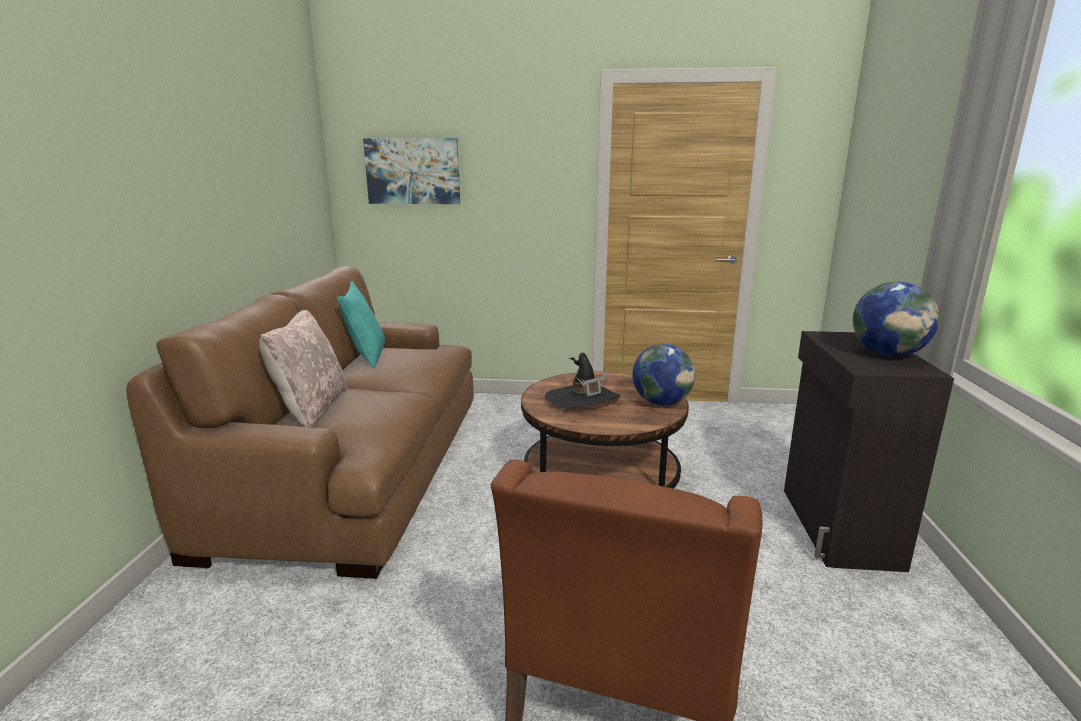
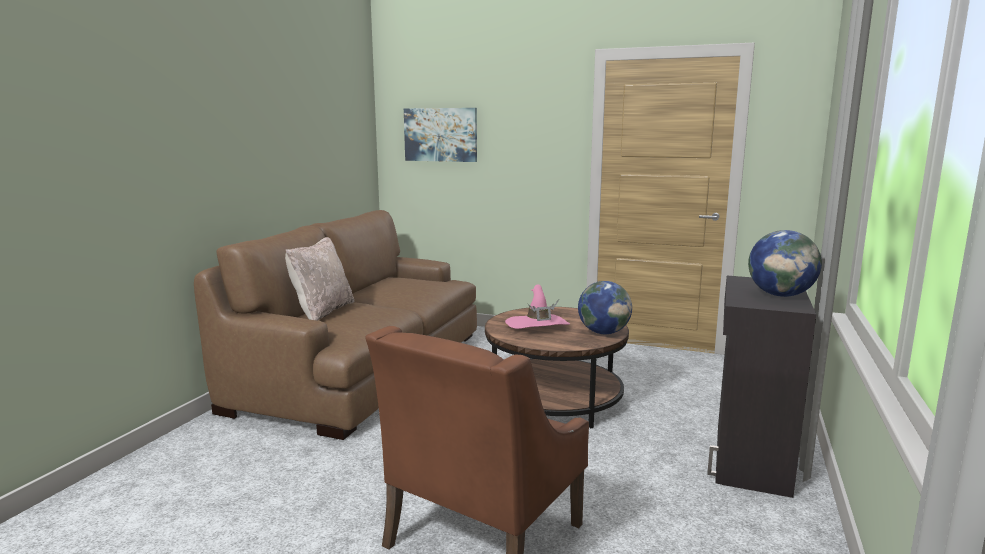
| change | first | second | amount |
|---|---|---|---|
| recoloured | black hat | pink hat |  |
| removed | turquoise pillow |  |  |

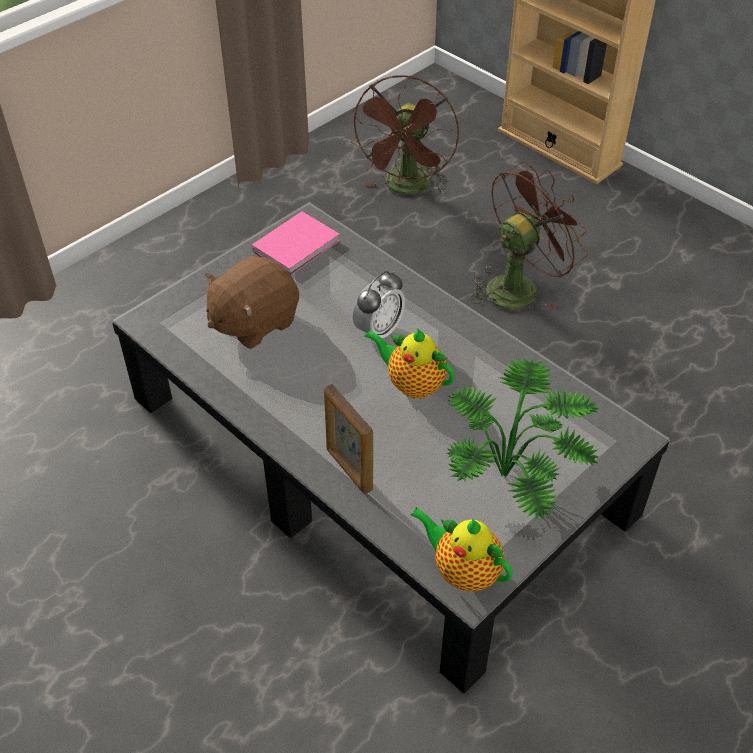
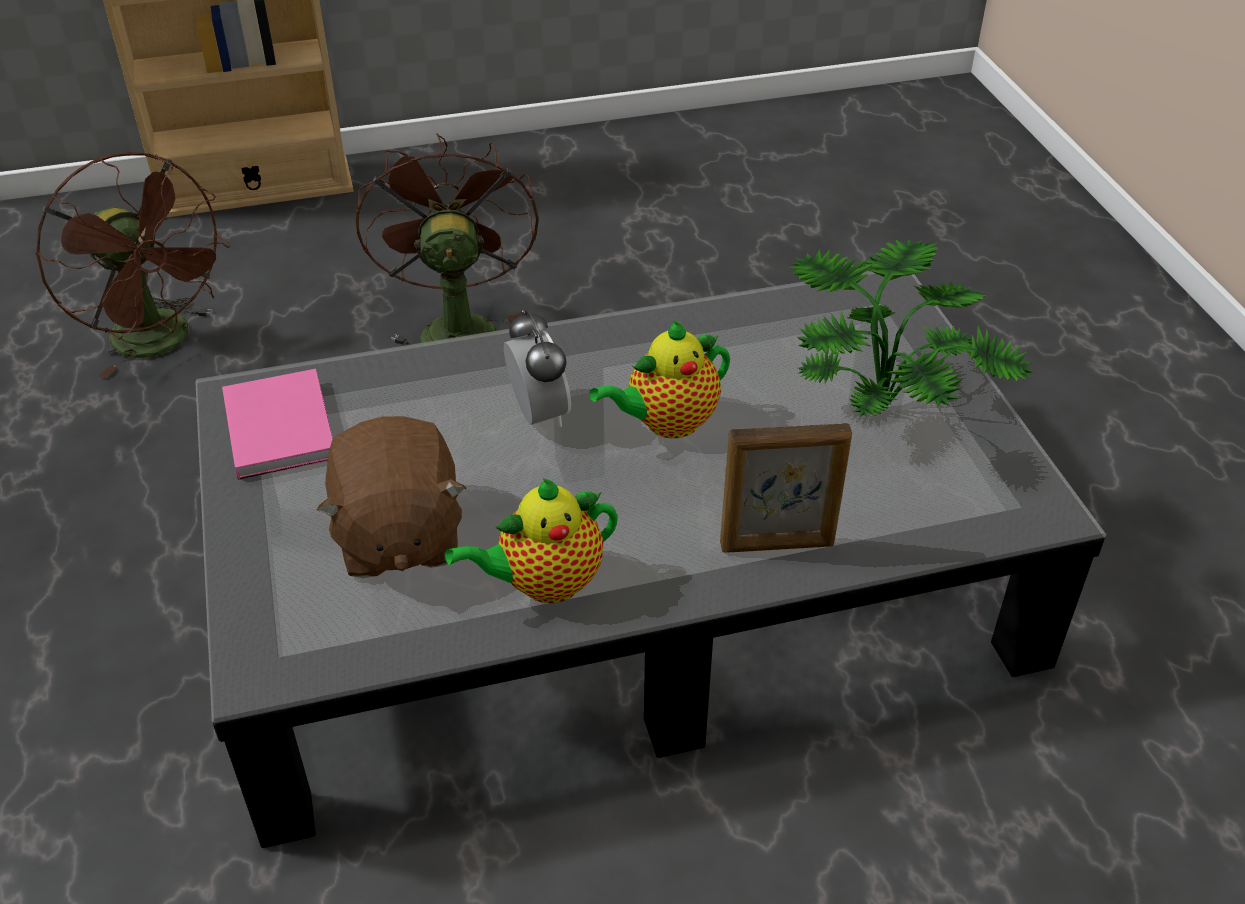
| change | first | second | amount |
|---|---|---|---|
| moved | teapot (2nd from left in the first image) | teapot (1st from left) |  |

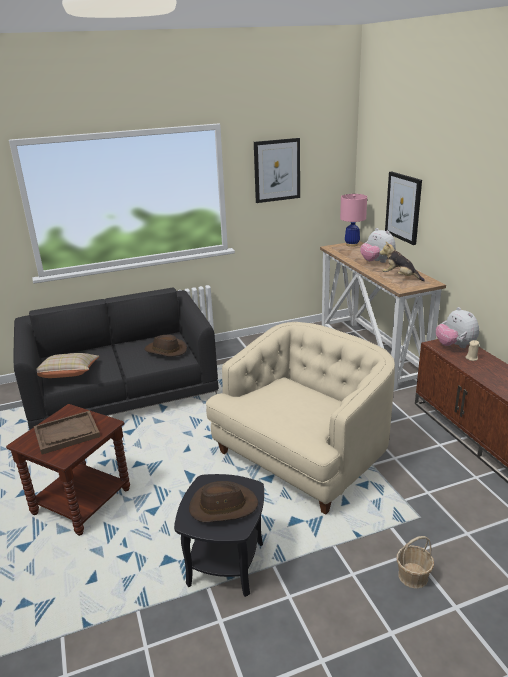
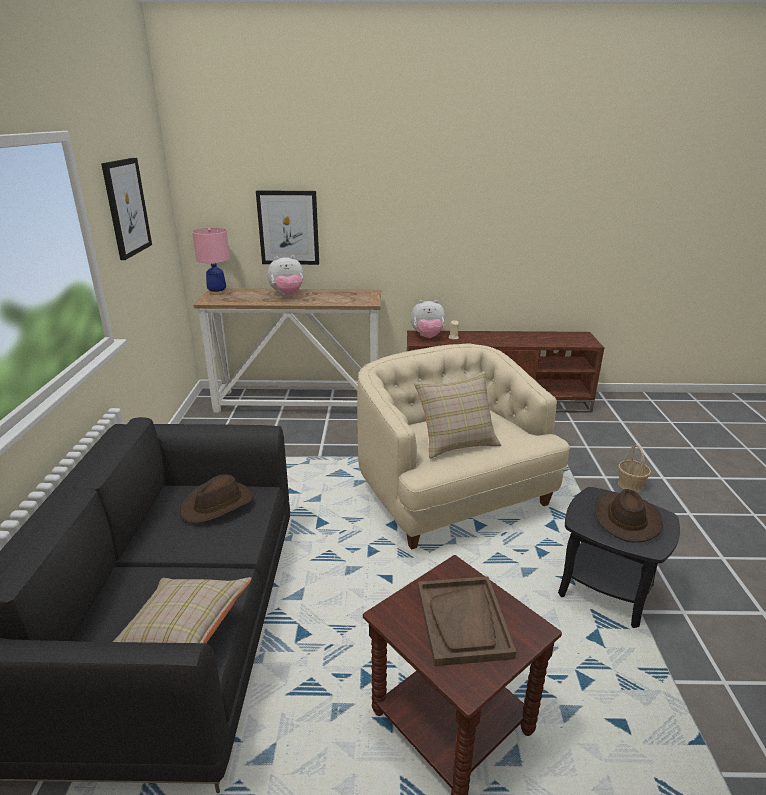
| change | first | second | amount |
|---|---|---|---|
| added |  | beige pillow (2nd from left) |  |
| removed | plush toy (2nd from left) |  |  |

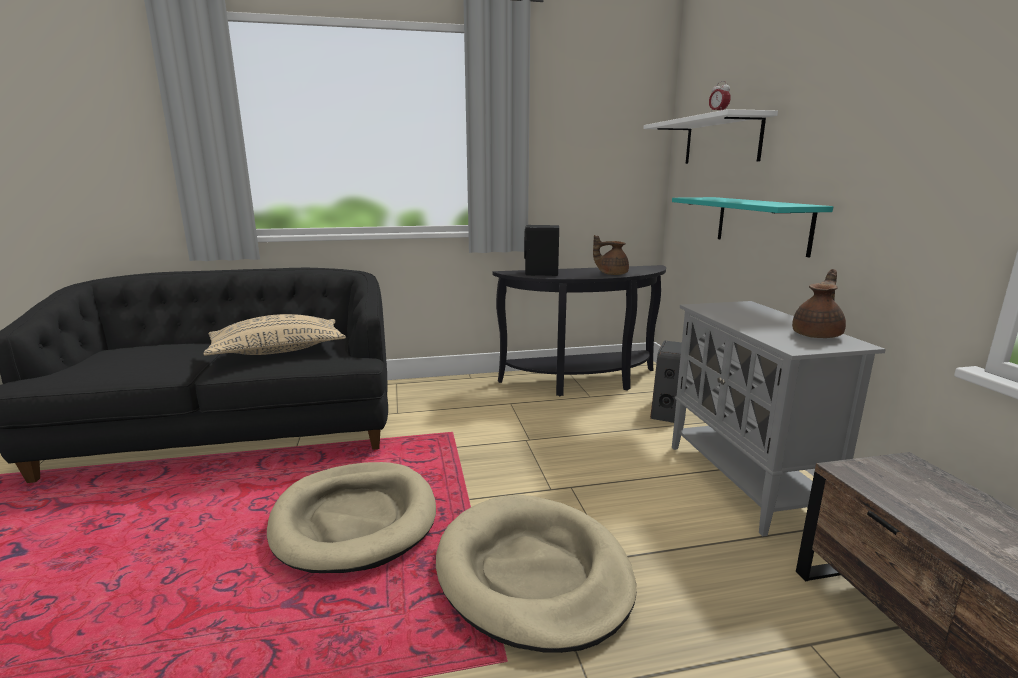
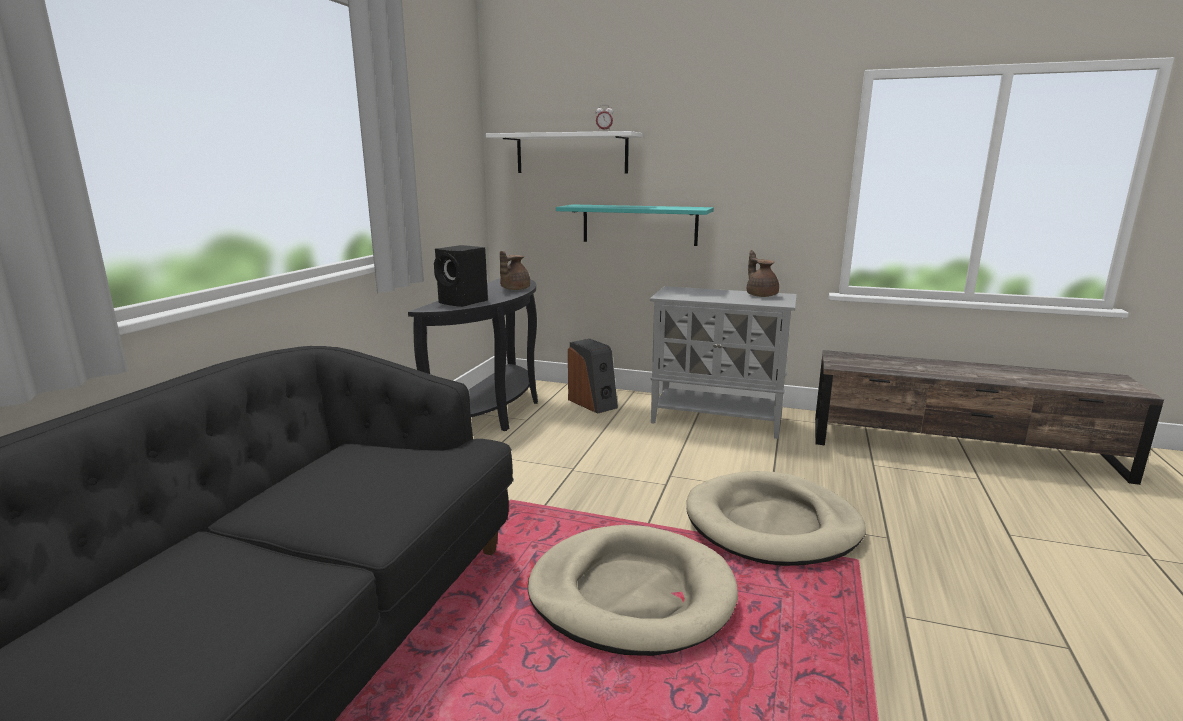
| change | first | second | amount |
|---|---|---|---|
| removed | beige pillow |  |  |

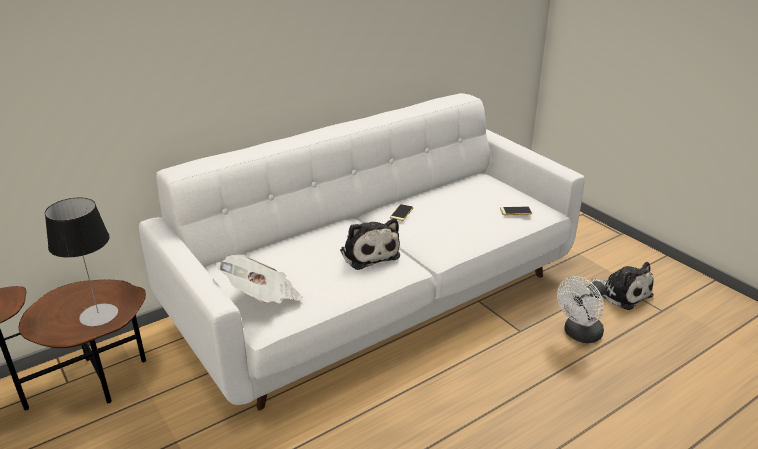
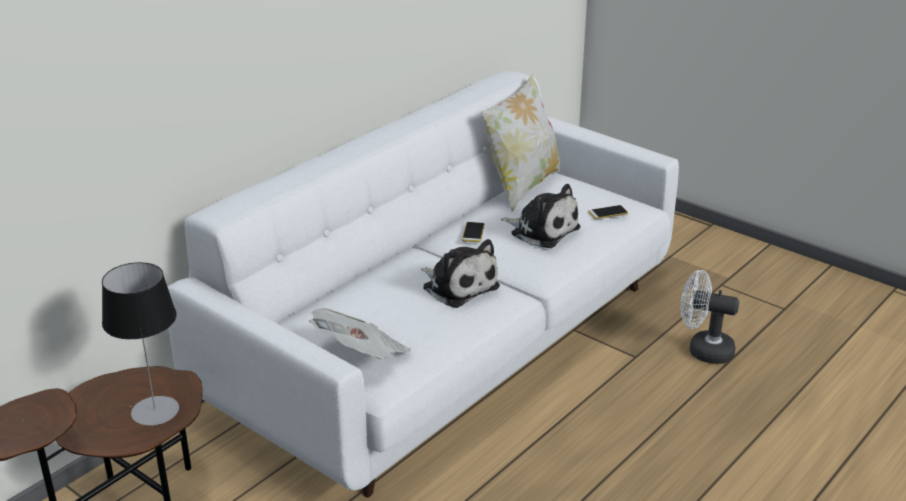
| change | first | second | amount |
|---|---|---|---|
| added |  | pillow |  |
| moved | plush toy (2nd from left) |  |  |
| turned | white fan |  | 75 degrees clockwise |

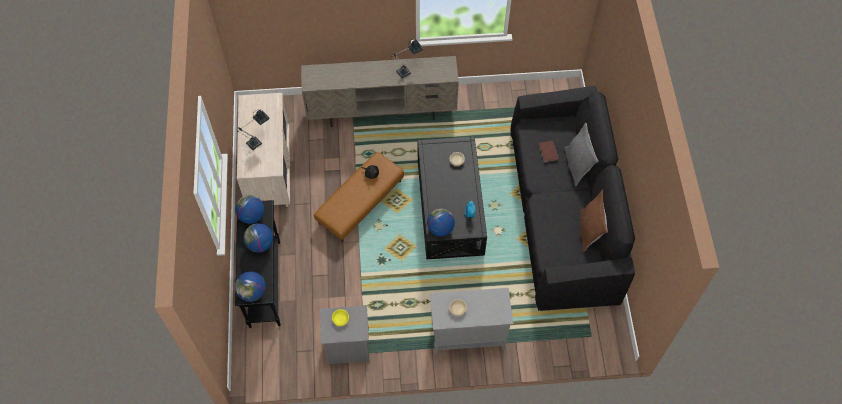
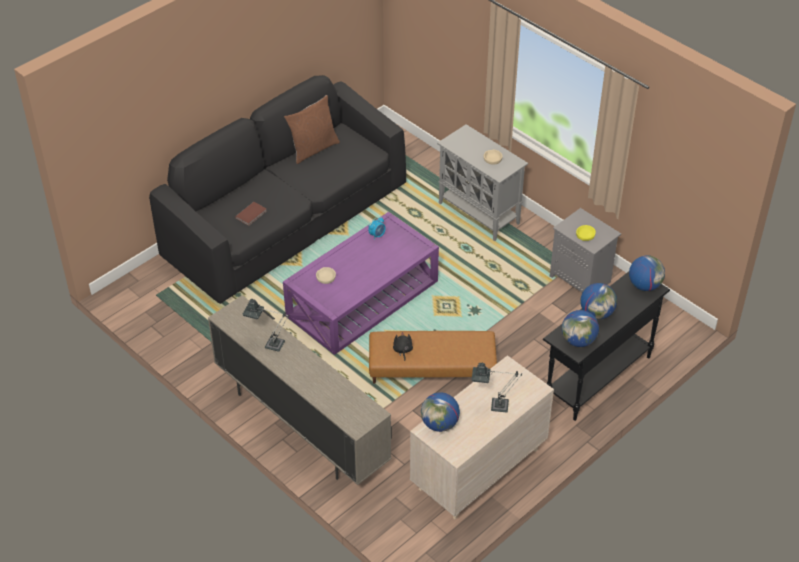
| change | first | second | amount |
|---|---|---|---|
| recoloured | black coffee table | purple coffee table |  |
| moved | globe (4th from left in the first image) | globe (1st from left) |  |
| removed | grey pillow |  |  |

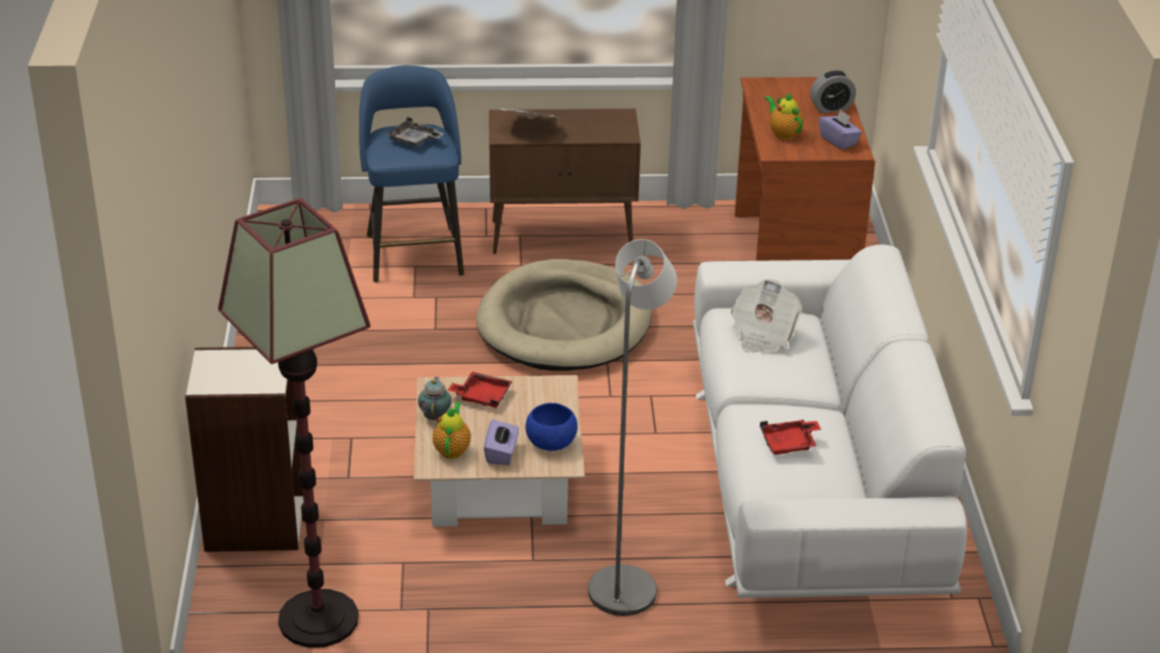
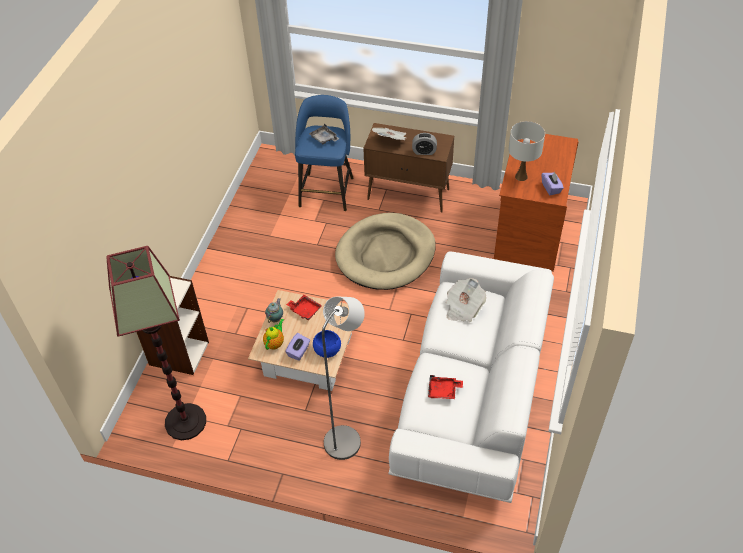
| change | first | second | amount |
|---|---|---|---|
| moved | alarm clock |  |  |
| replaced | teapot (3rd from left) | white table lamp |  |

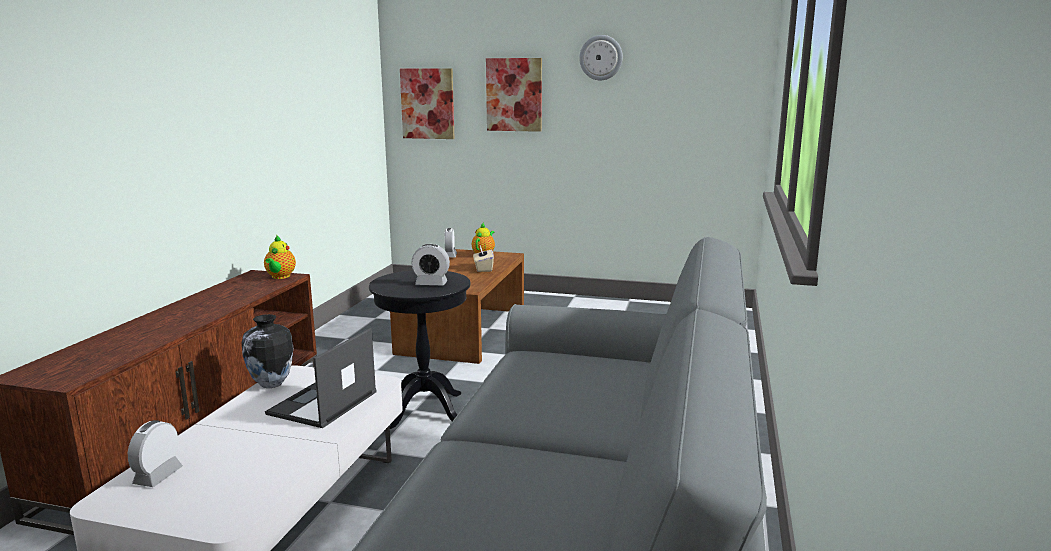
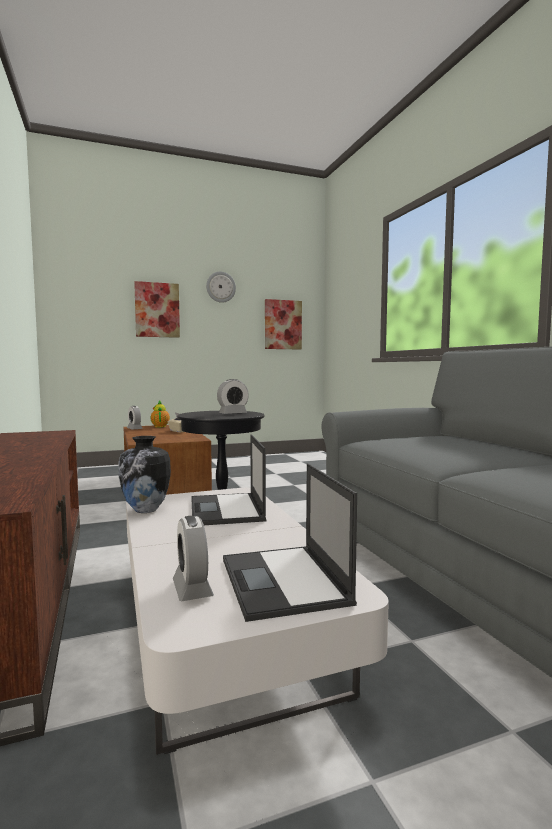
| change | first | second | amount |
|---|---|---|---|
| added |  | laptop (2nd from left) |  |
| moved | picture (1st from left in the first image) | picture (2nd from left) |  |
| removed | teapot (1st from left) |  |  |

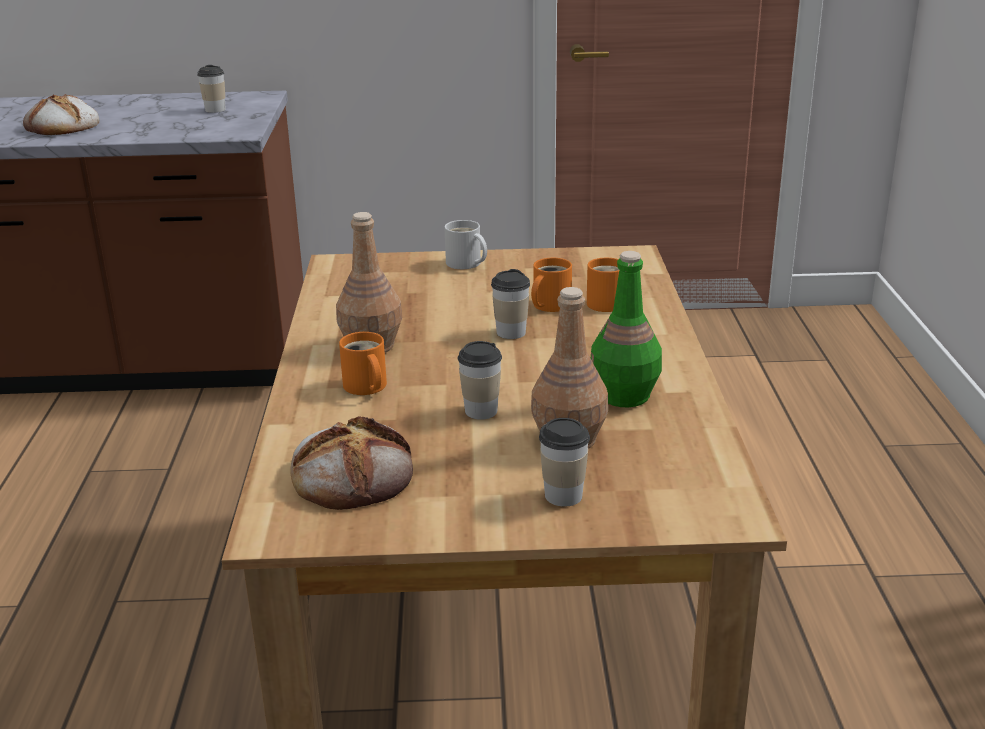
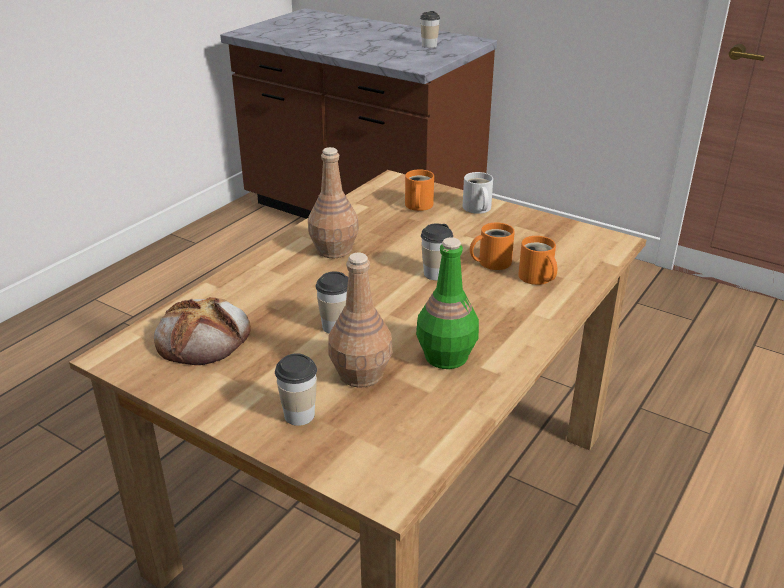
| change | first | second | amount |
|---|---|---|---|
| moved | orange mug (1st from left) |  |  |
| removed | bread (1st from left) |  |  |

